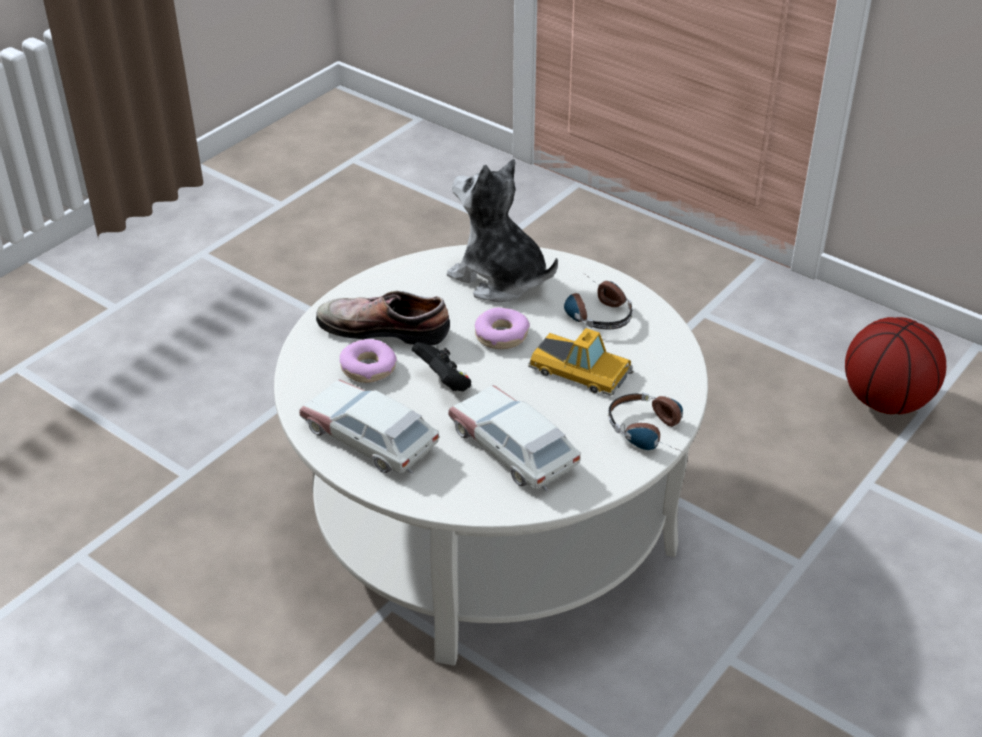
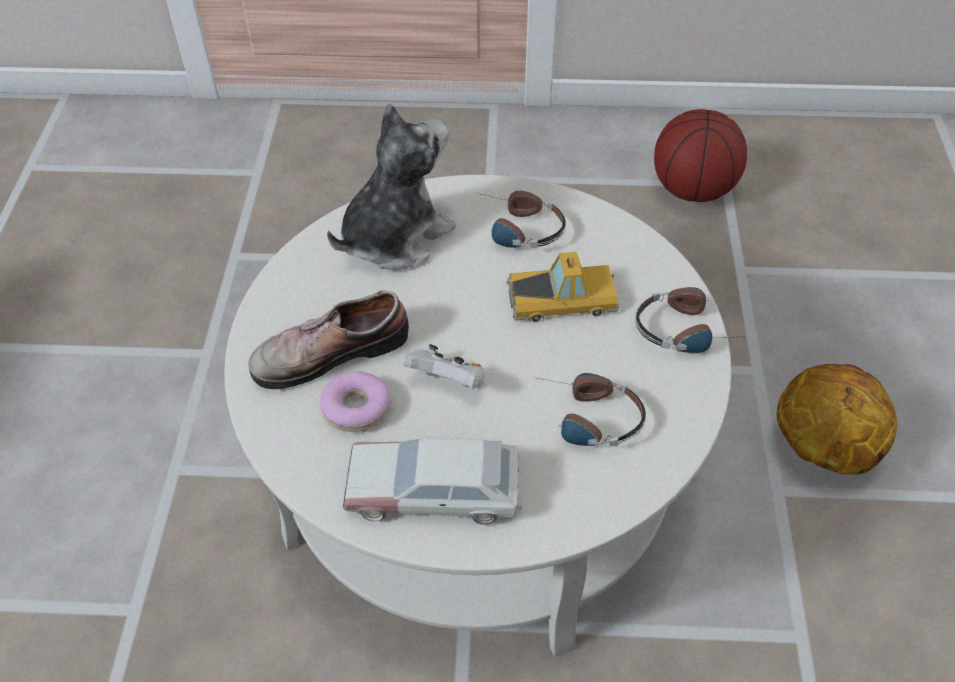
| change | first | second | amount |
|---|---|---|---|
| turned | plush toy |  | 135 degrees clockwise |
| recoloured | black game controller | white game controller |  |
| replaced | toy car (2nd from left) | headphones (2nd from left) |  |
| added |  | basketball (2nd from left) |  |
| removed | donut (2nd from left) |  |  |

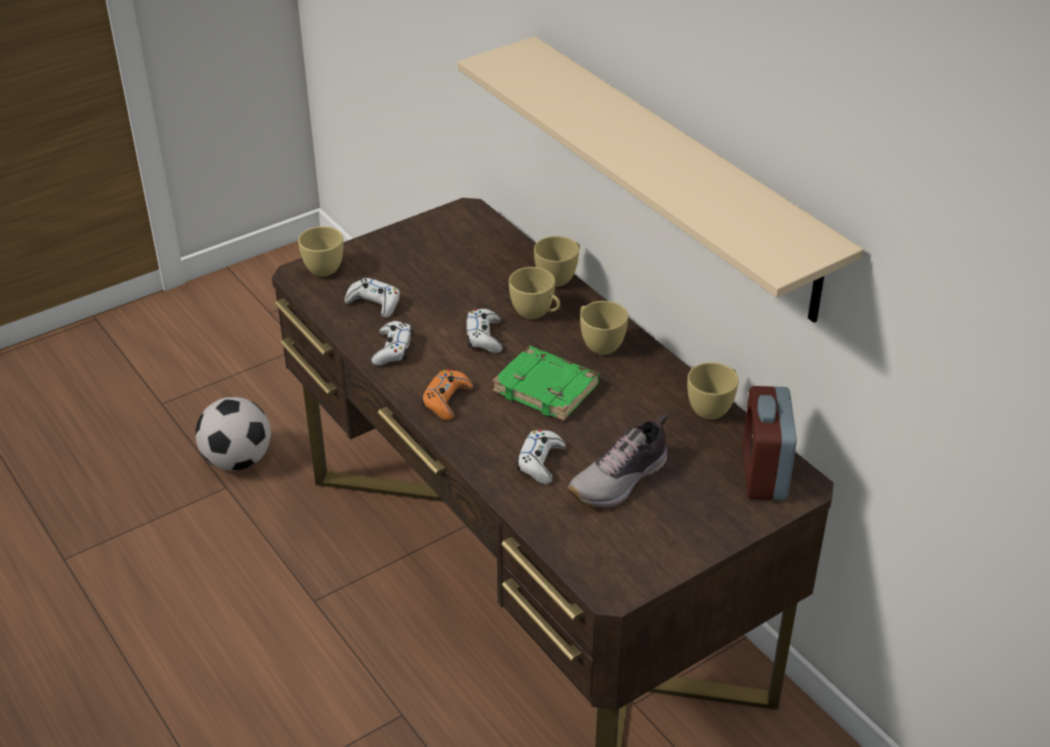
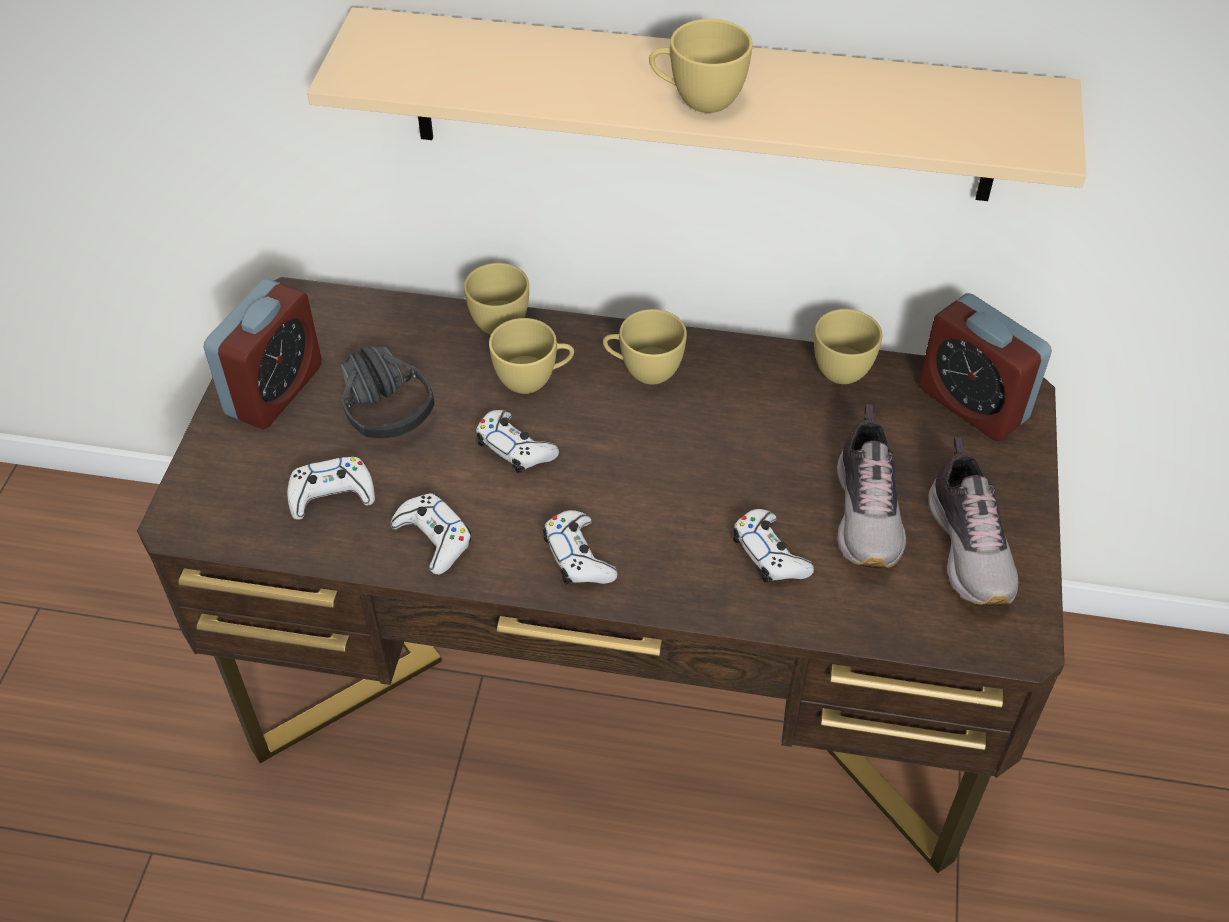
| change | first | second | amount |
|---|---|---|---|
| added |  | alarm clock (1st from left) |  |
| added |  | black headphones |  |
| recoloured | orange game controller | white game controller (4th from left) |  |
| moved | yellow cup (1st from left in the first image) | yellow cup (4th from left) |  |
| added |  | shoe (2nd from left) |  |
| removed | football |  |  |
| removed | green book |  |  |

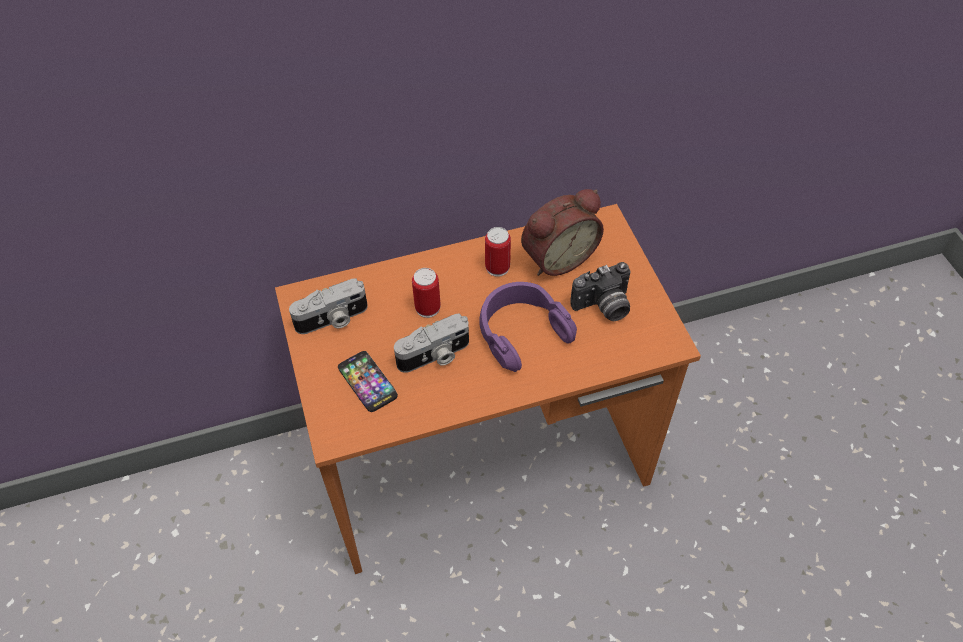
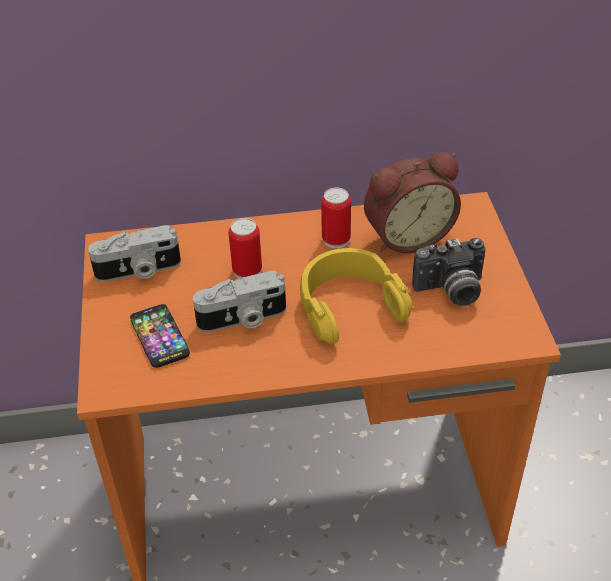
| change | first | second | amount |
|---|---|---|---|
| recoloured | purple headphones | yellow headphones |  |

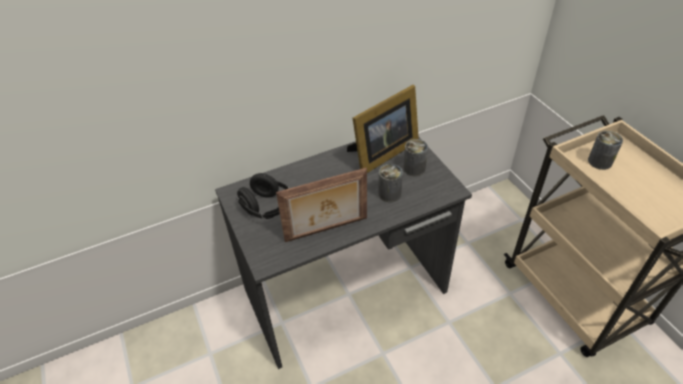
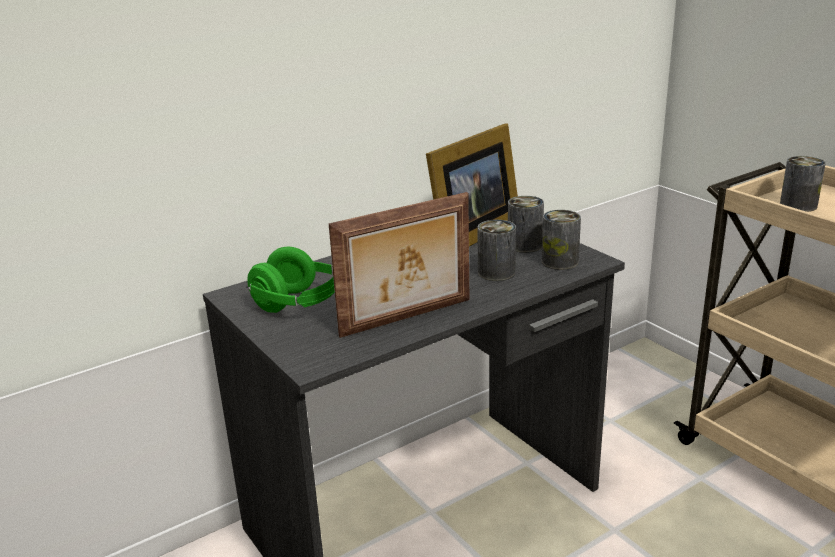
| change | first | second | amount |
|---|---|---|---|
| recoloured | black headphones | green headphones |  |
| added |  | can (3rd from left) |  |

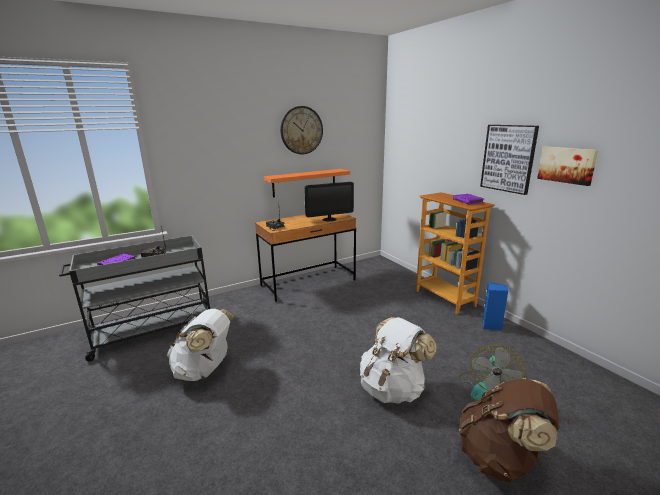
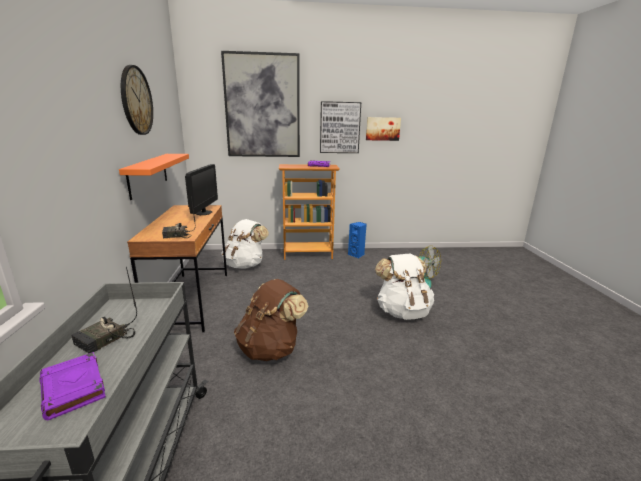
| change | first | second | amount |
|---|---|---|---|
| added |  | picture (1st from left) |  |
| moved | white backpack (1st from left) |  |  |
| moved | brown backpack |  |  |

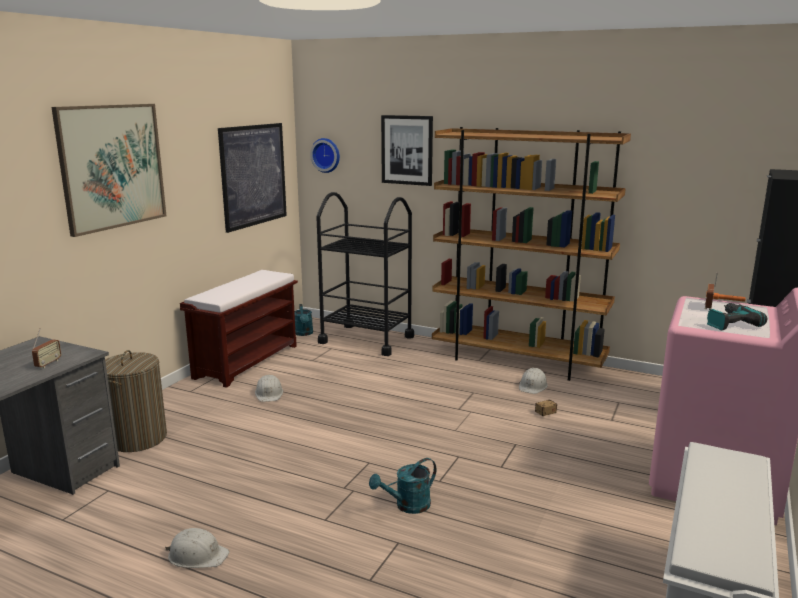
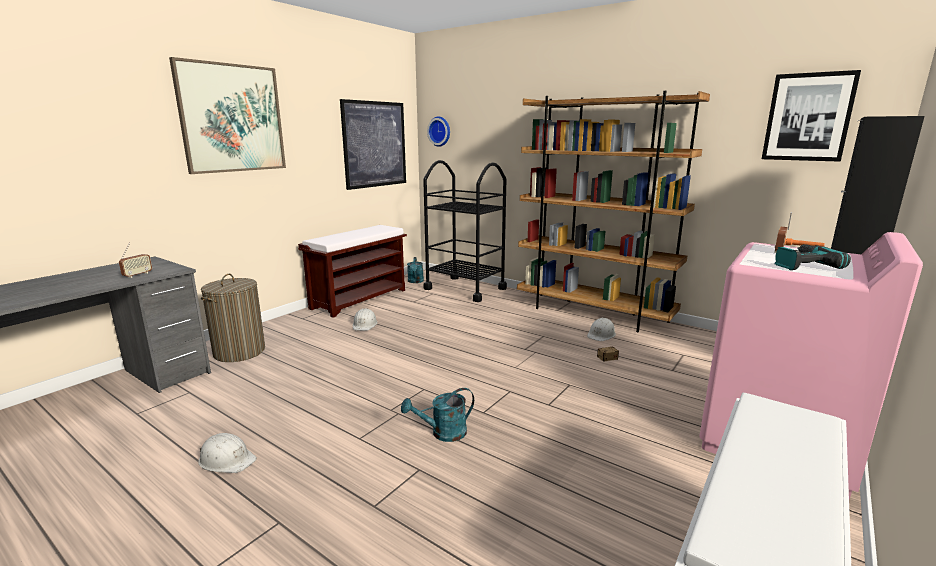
| change | first | second | amount |
|---|---|---|---|
| moved | picture (3rd from left) |  |  |

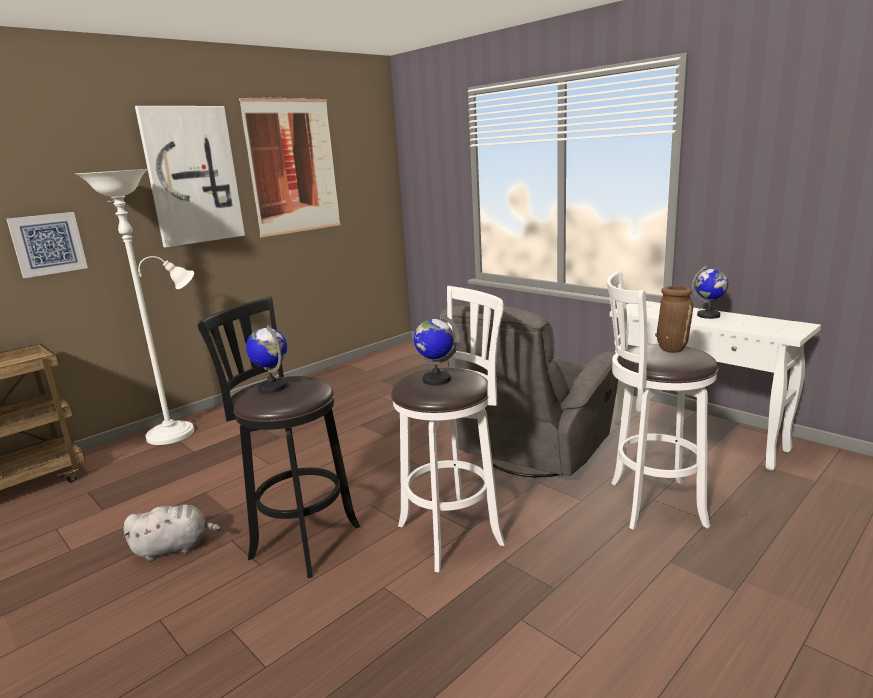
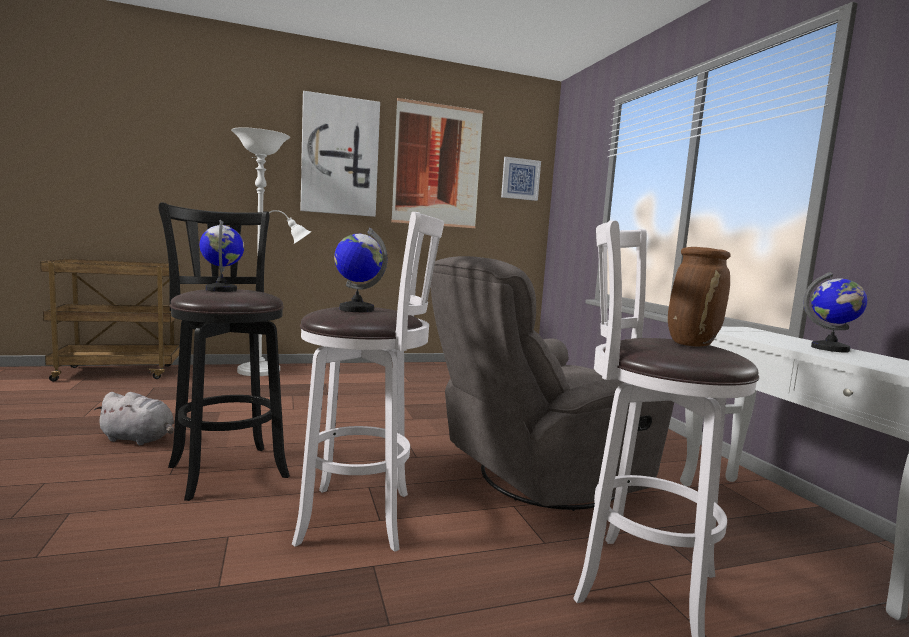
| change | first | second | amount |
|---|---|---|---|
| moved | picture (1st from left in the first image) | picture (3rd from left) |  |

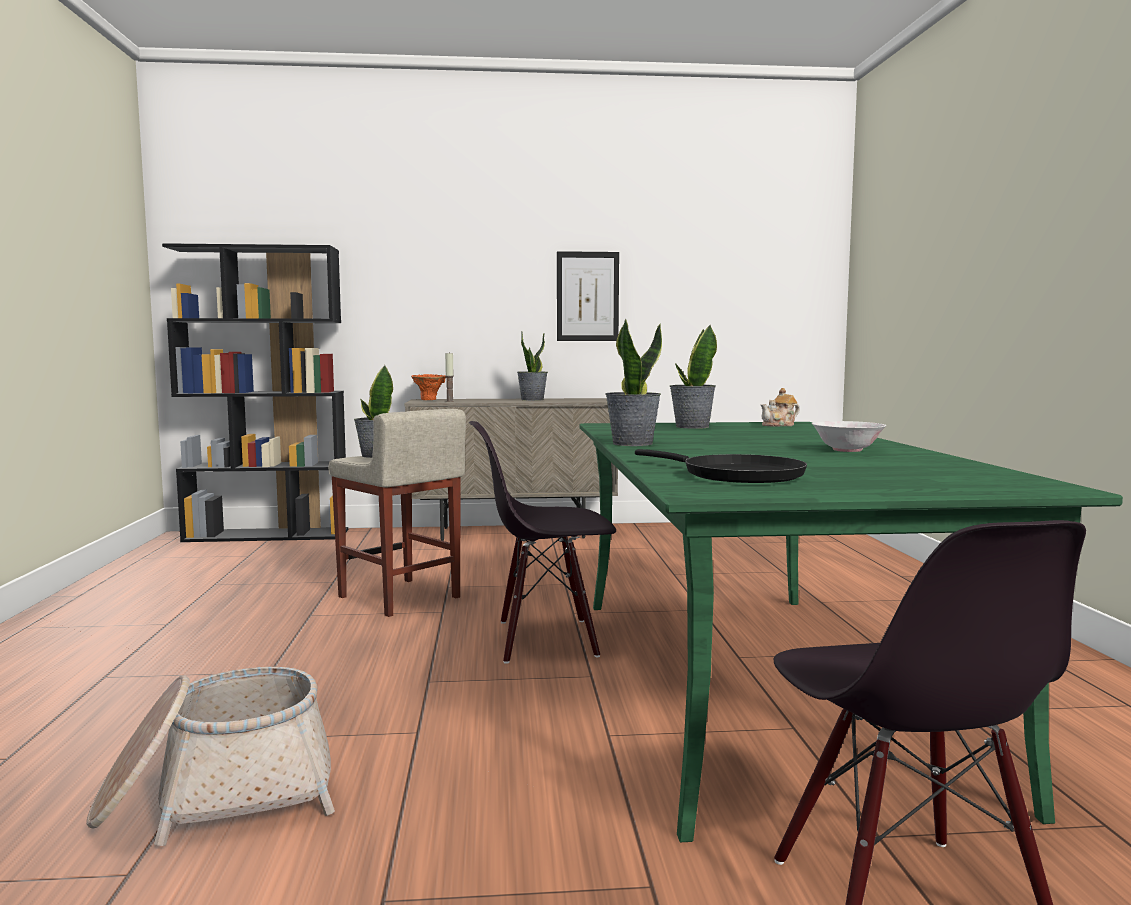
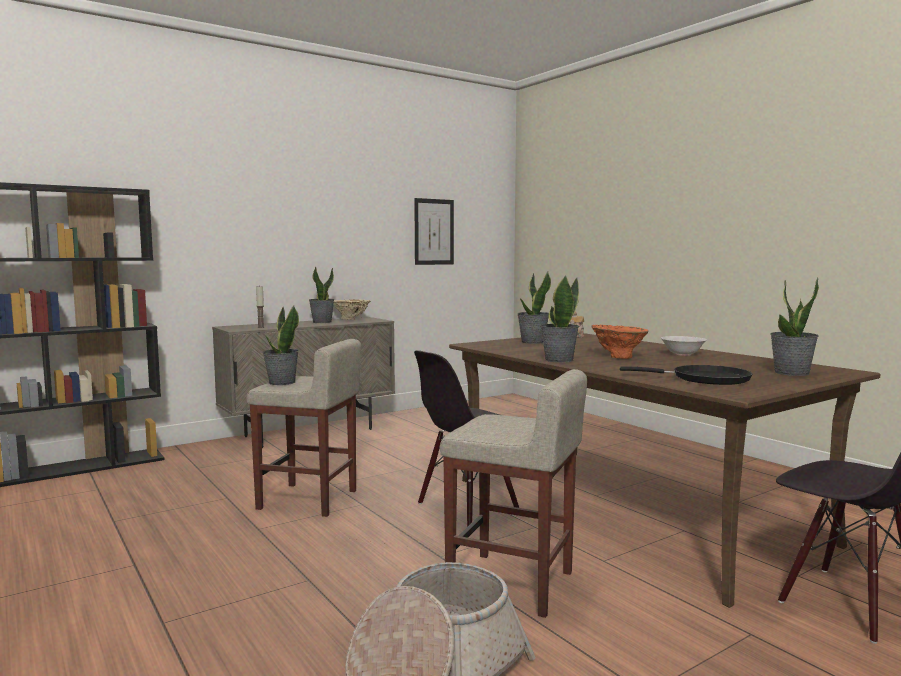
| change | first | second | amount |
|---|---|---|---|
| added |  | beige vase |  |
| moved | picture |  |  |
| added |  | beige stool (2nd from left) |  |
| recoloured | green dining table | brown dining table |  |
| moved | orange vase |  |  |
| added |  | potted plant (5th from left) |  |

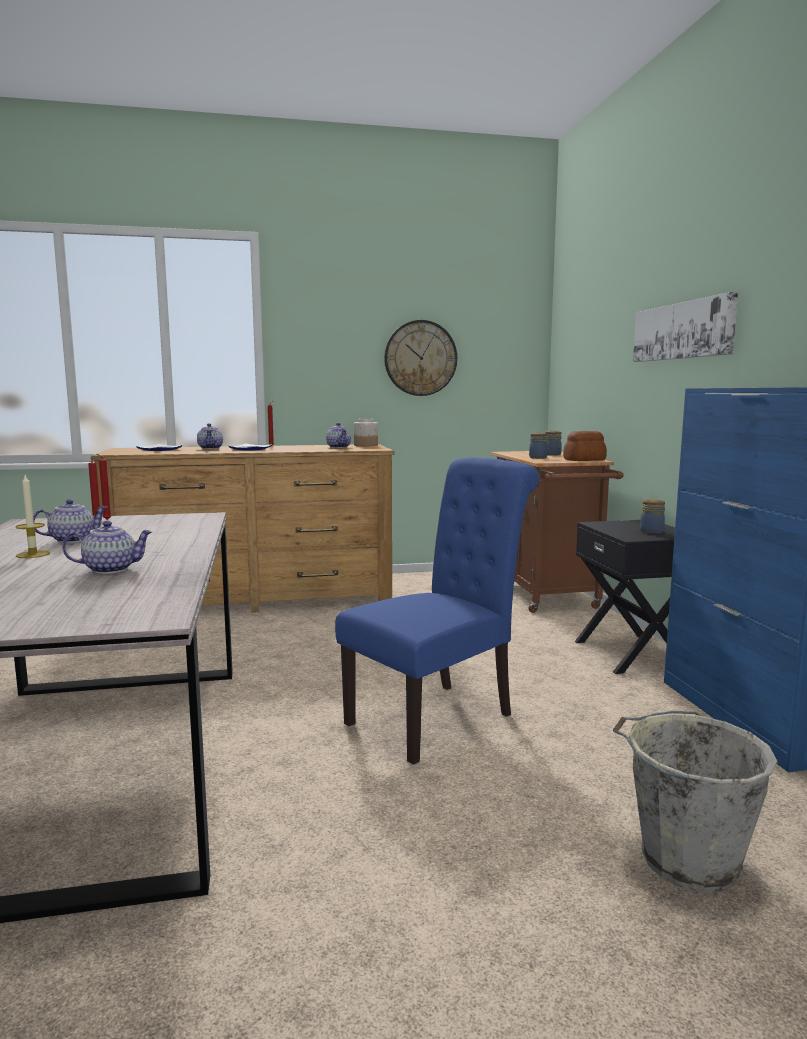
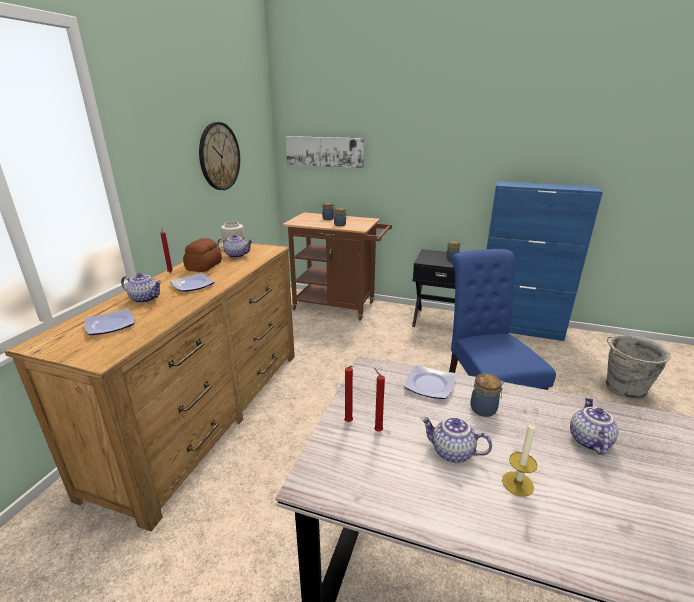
| change | first | second | amount |
|---|---|---|---|
| moved | bread |  |  |
| moved | picture |  |  |
| added |  | plate (3rd from left) |  |
| turned | teapot (1st from left in the first image) | teapot (3rd from left) | 60 degrees counterclockwise |
| added |  | jar (5th from left) |  |

